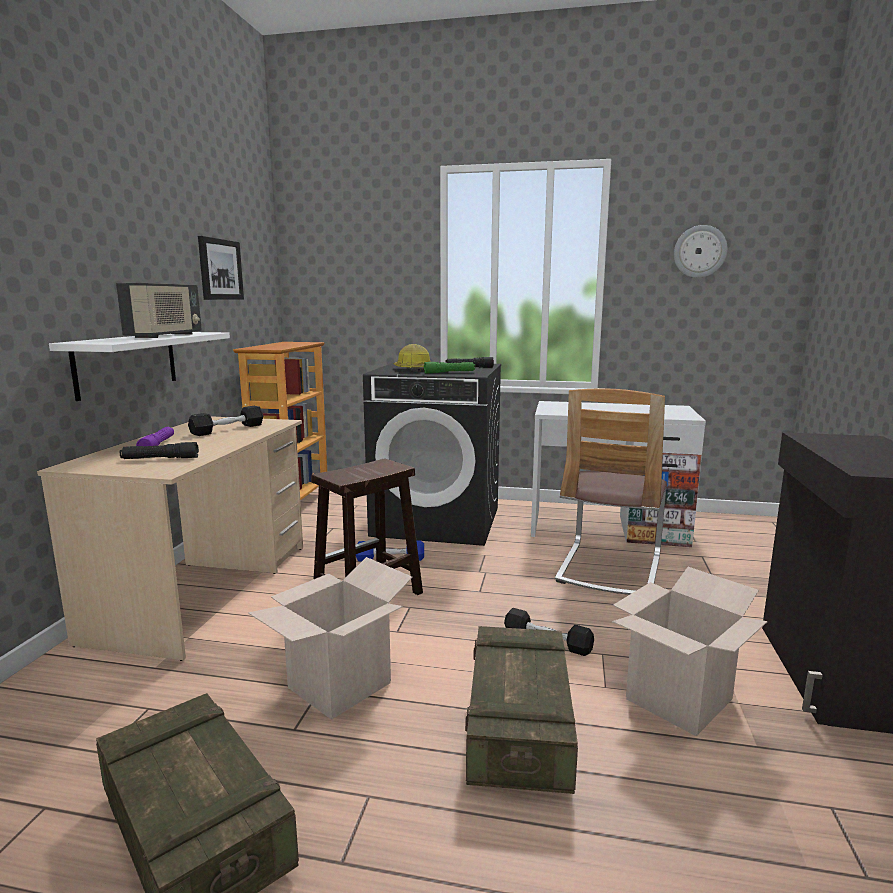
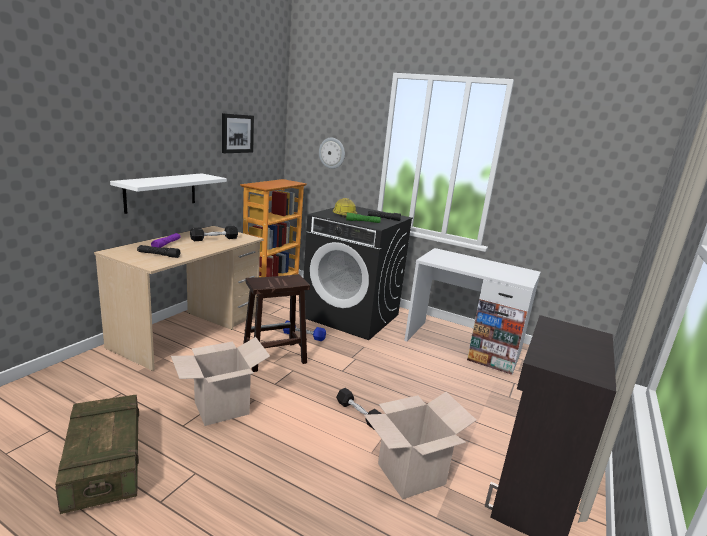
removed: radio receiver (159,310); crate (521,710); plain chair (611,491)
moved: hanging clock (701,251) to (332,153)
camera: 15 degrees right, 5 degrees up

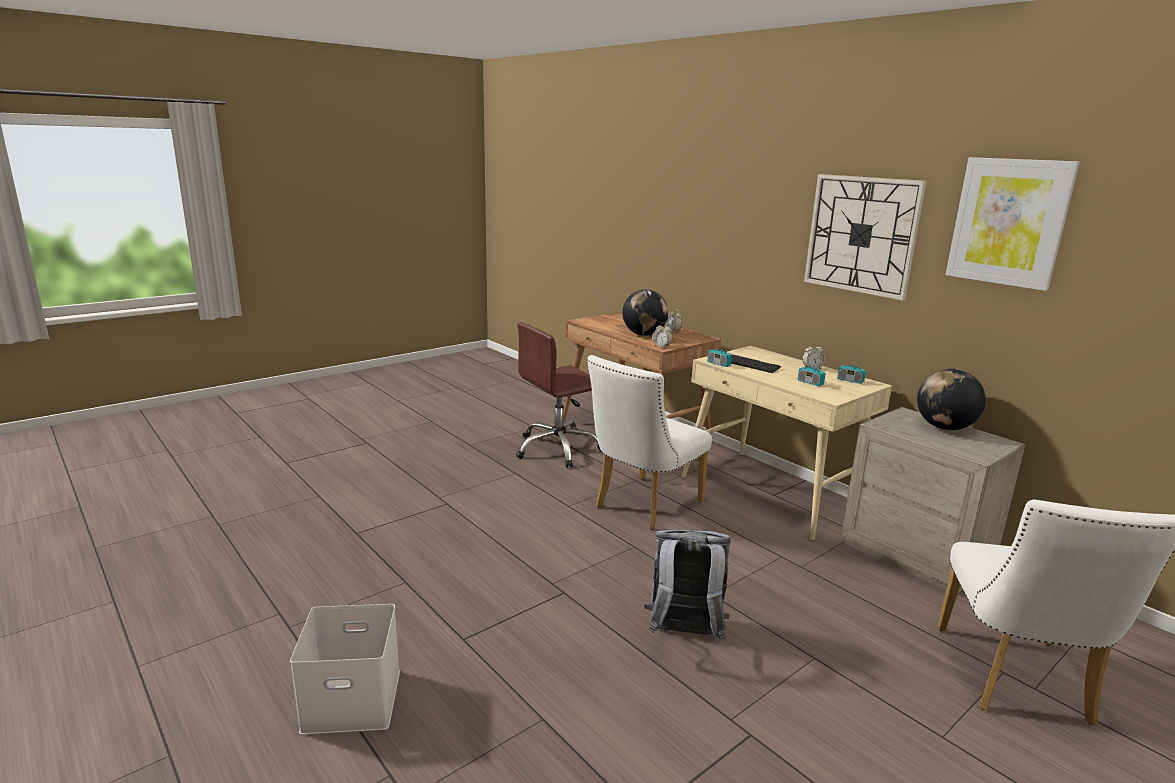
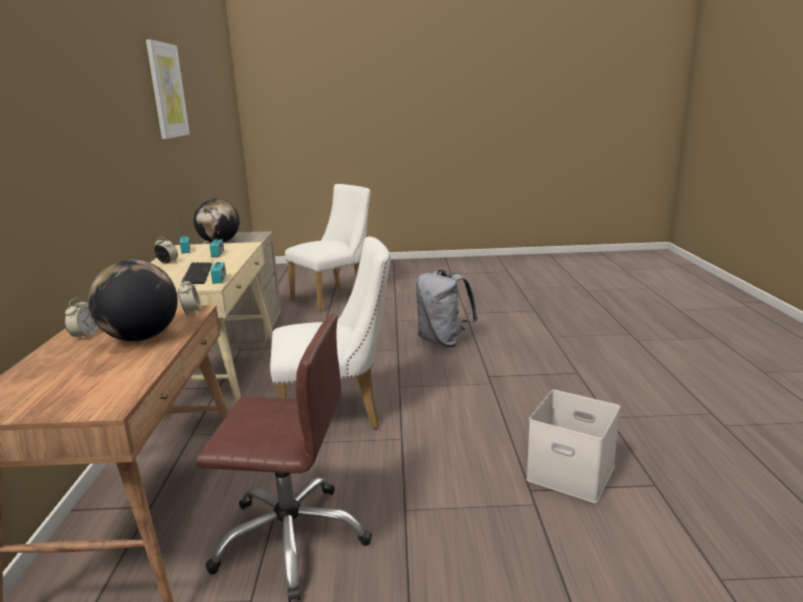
removed: hanging clock (865,237)
moved: storage container/white-coloured (345,669) to (573,446)
camera: 140 degrees left, 0 degrees up

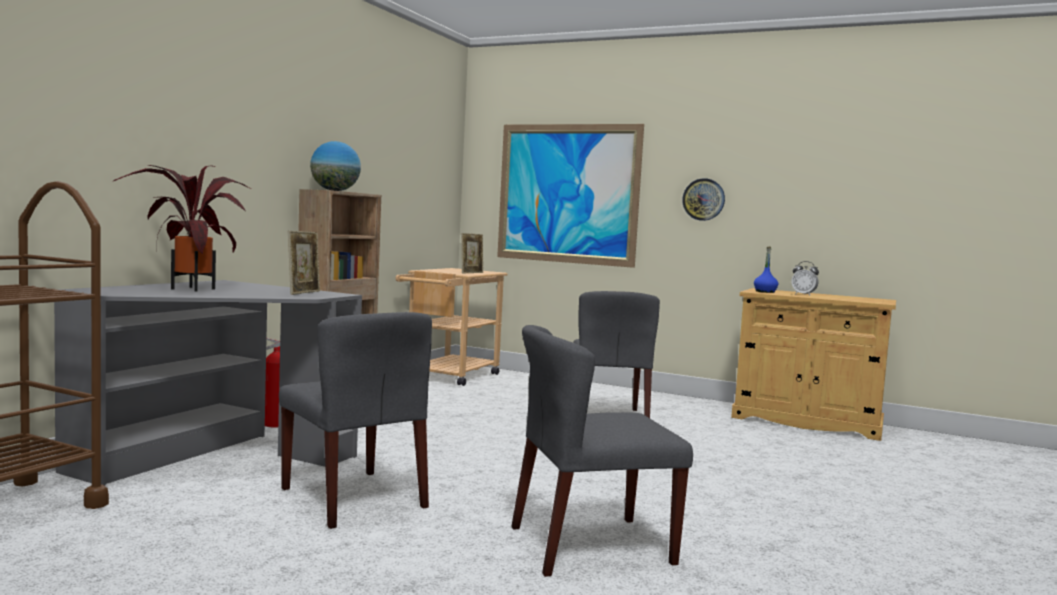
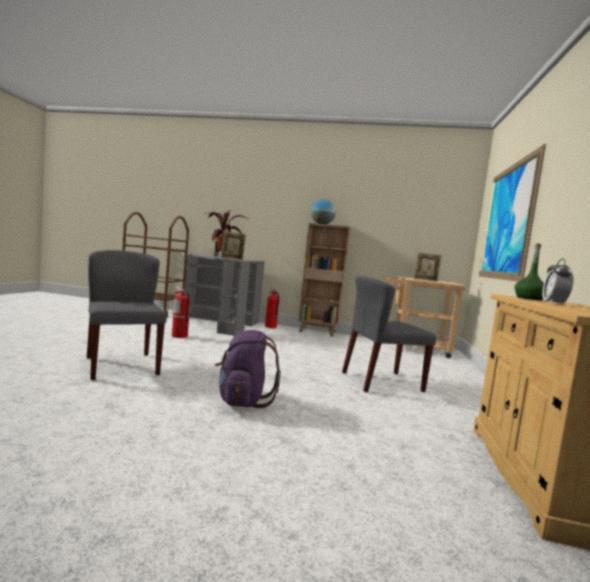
removed: hanging clock (703,199)
added: knapsack/purple-coloured (248,369)
replaced: plain chair/greyish (355,420) to fire extinguisher (181,312)
recoloured: drink bottle/bluish (766,270) to drink bottle/greenish (529,271)
camera: 75 degrees right, 0 degrees up

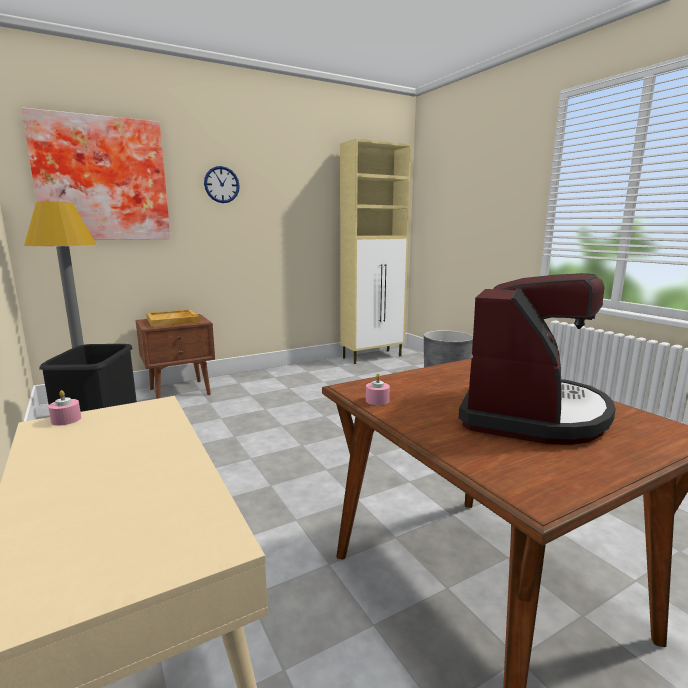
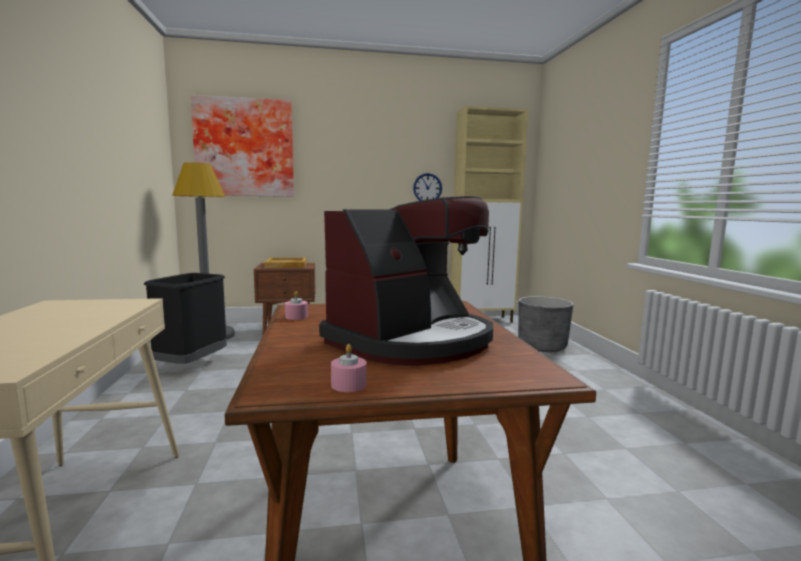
moved: candle/pinkish (64,407) to (349,368); hanging clock (222,184) to (427,187)
camera: 20 degrees right, 5 degrees down

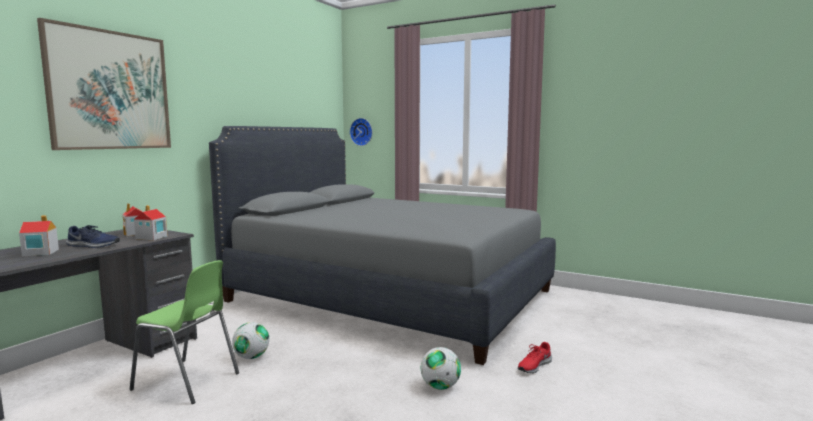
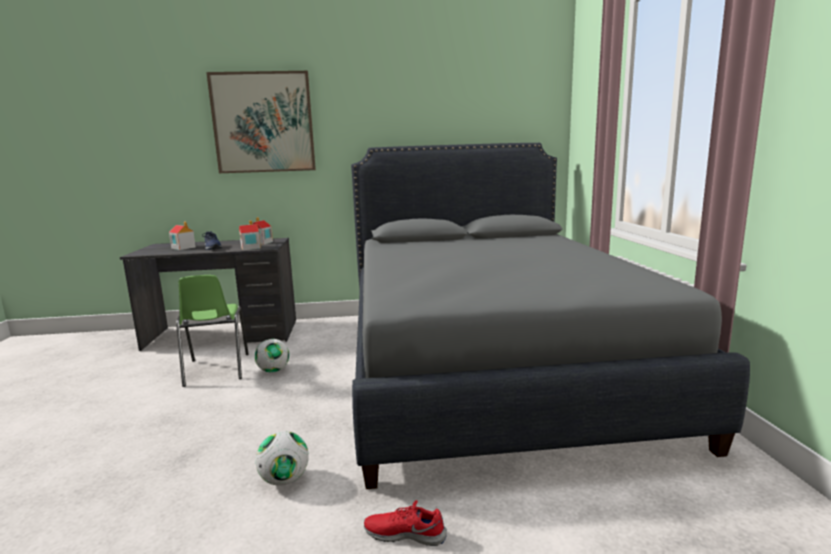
removed: hanging clock (361,132)
camera: 55 degrees right, 5 degrees up

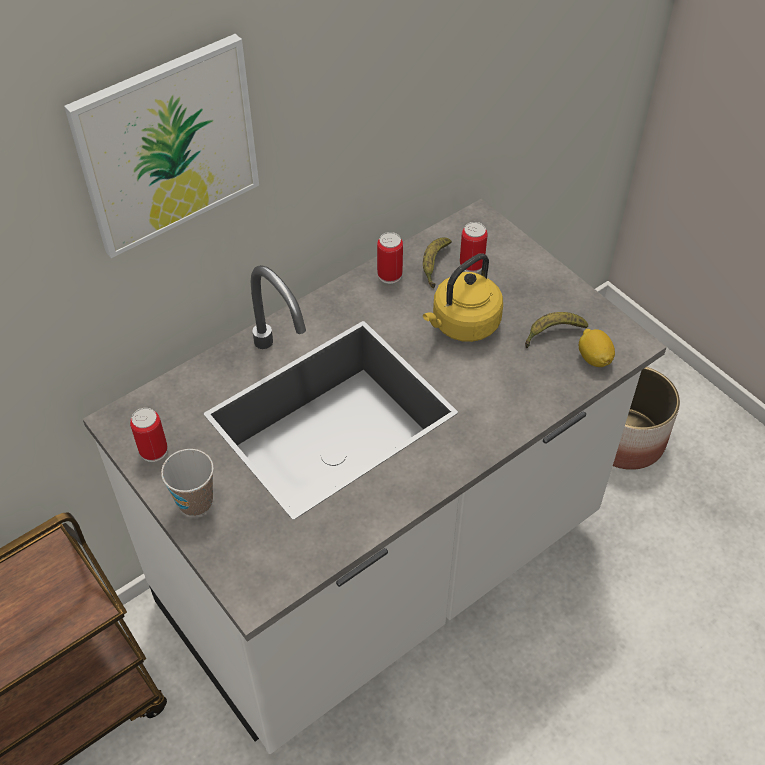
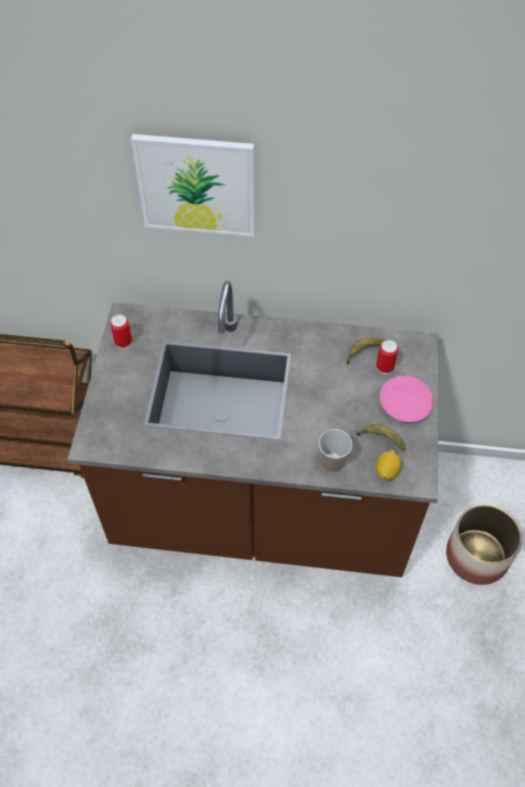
removed: metal can (390,258); kettle/yellowish (463,297)
added: flat dish/pinkish (407,399)
moved: cup (187,482) to (335,450)
recoloured: kitchen base unit/white-coloured (375,476) to kitchen base unit/brownish (253,429)
camera: 45 degrees right, 5 degrees up

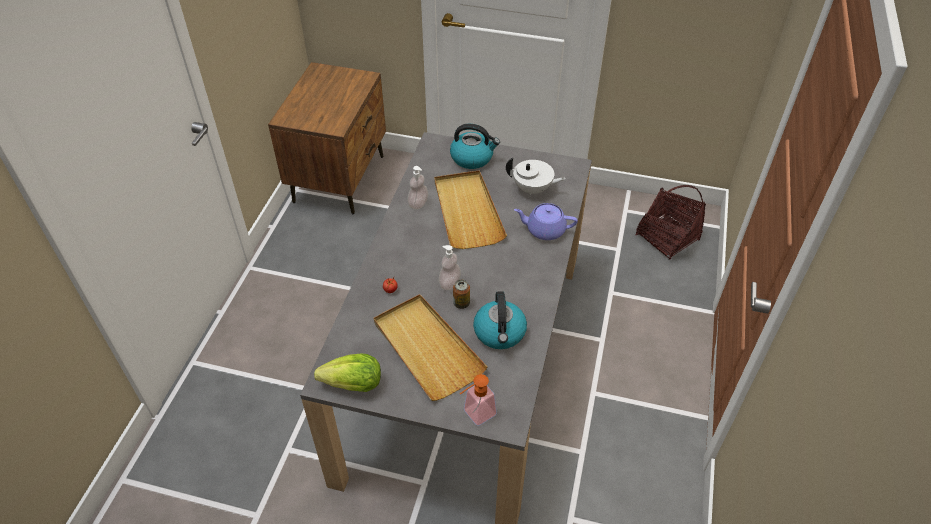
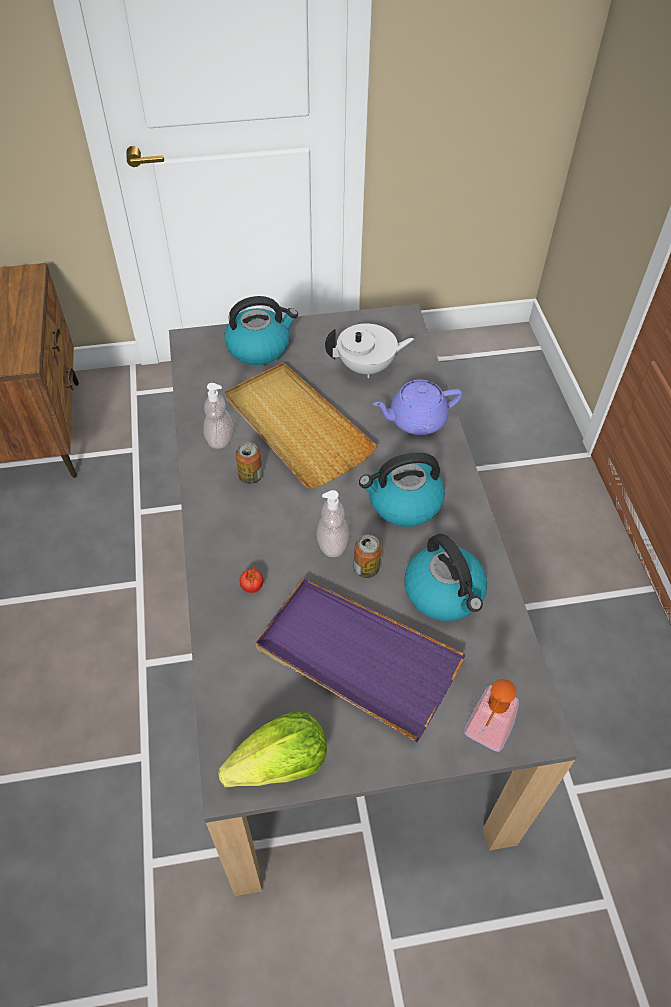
removed: basket (670,222)
added: metal can (249,463); kettle (402,489)
recoloured: carrying tray/beige-coloured (430,347) to carrying tray/purple-coloured (361,660)
camera: 25 degrees left, 5 degrees up

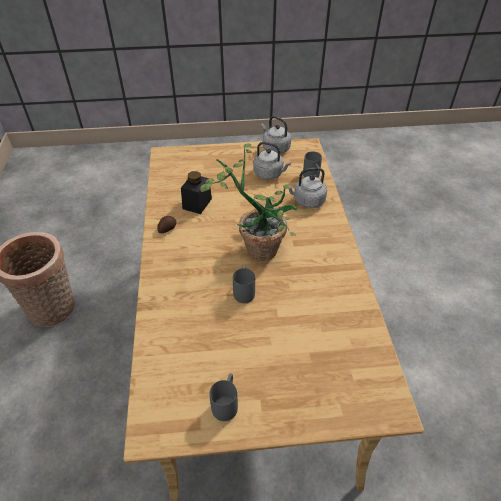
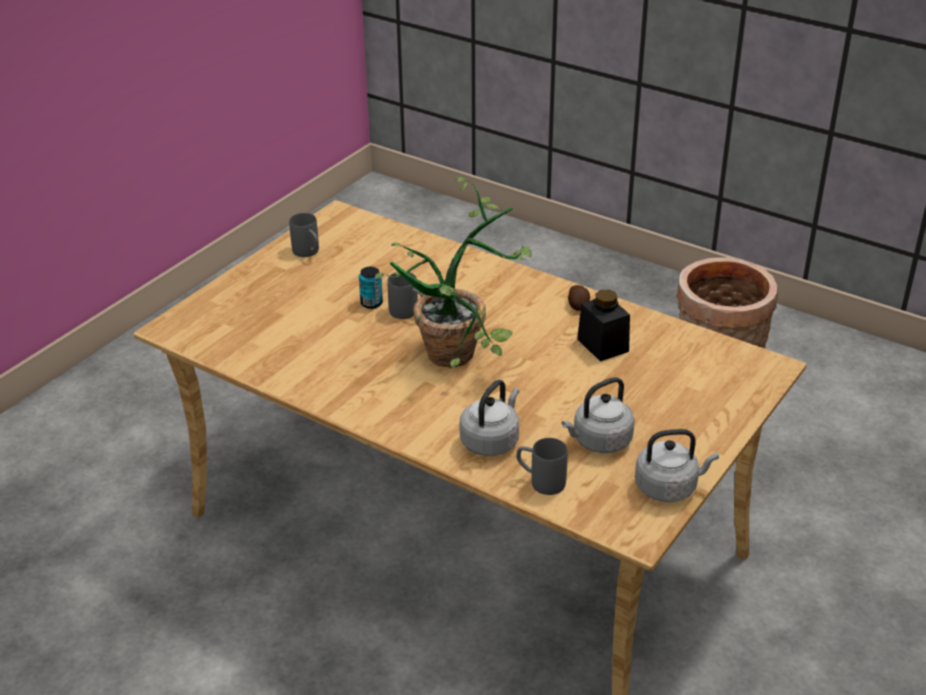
added: metal can (371,288)
camera: 130 degrees right, 10 degrees down

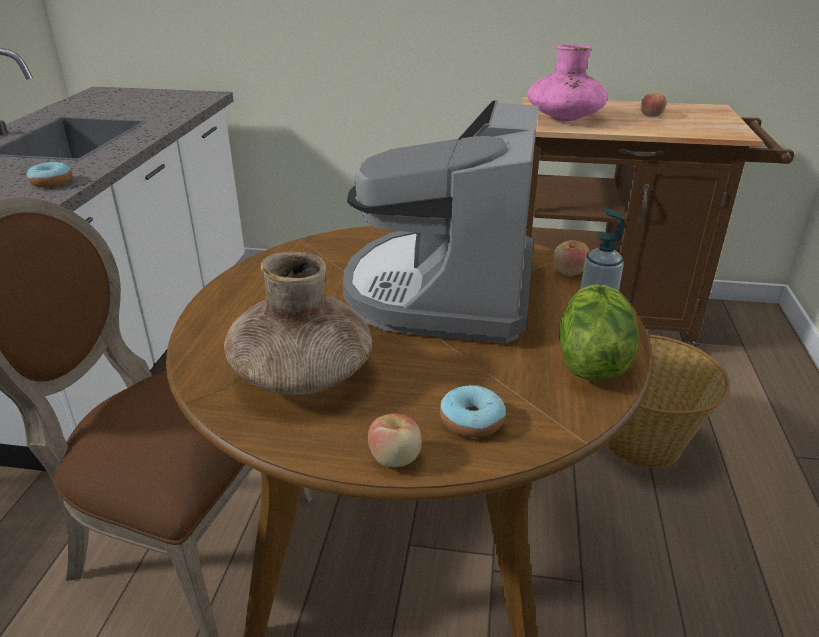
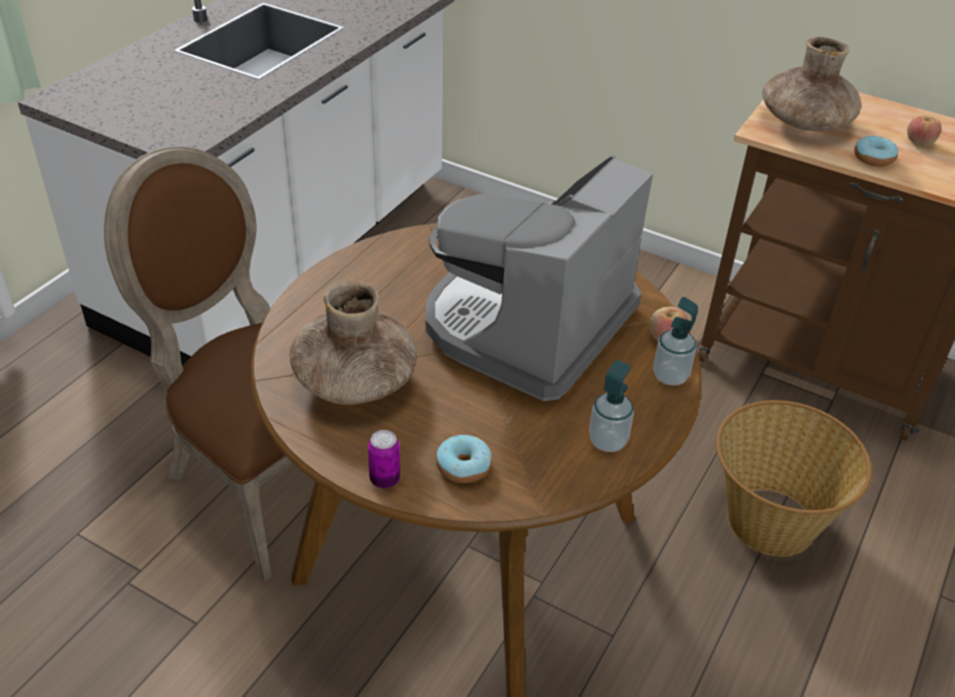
moved: ring doughnut (49,175) to (876,151)
replaced: apple fruit (395,440) to metal can (384,459); head of lettuce (599,333) to soap bottle (611,406)
recoloured: flower vase/pinkish (567,82) to flower vase/brownish (811,84)
camera: 20 degrees right, 10 degrees up

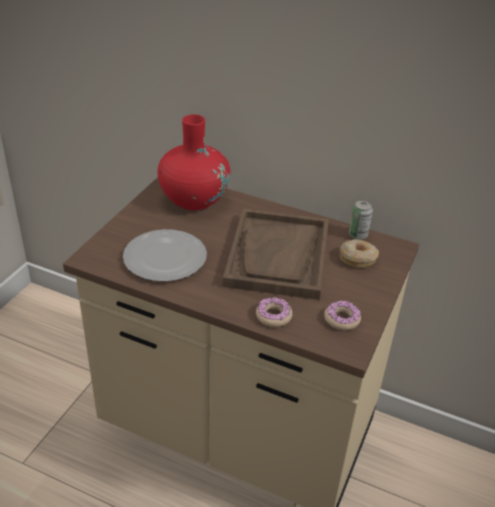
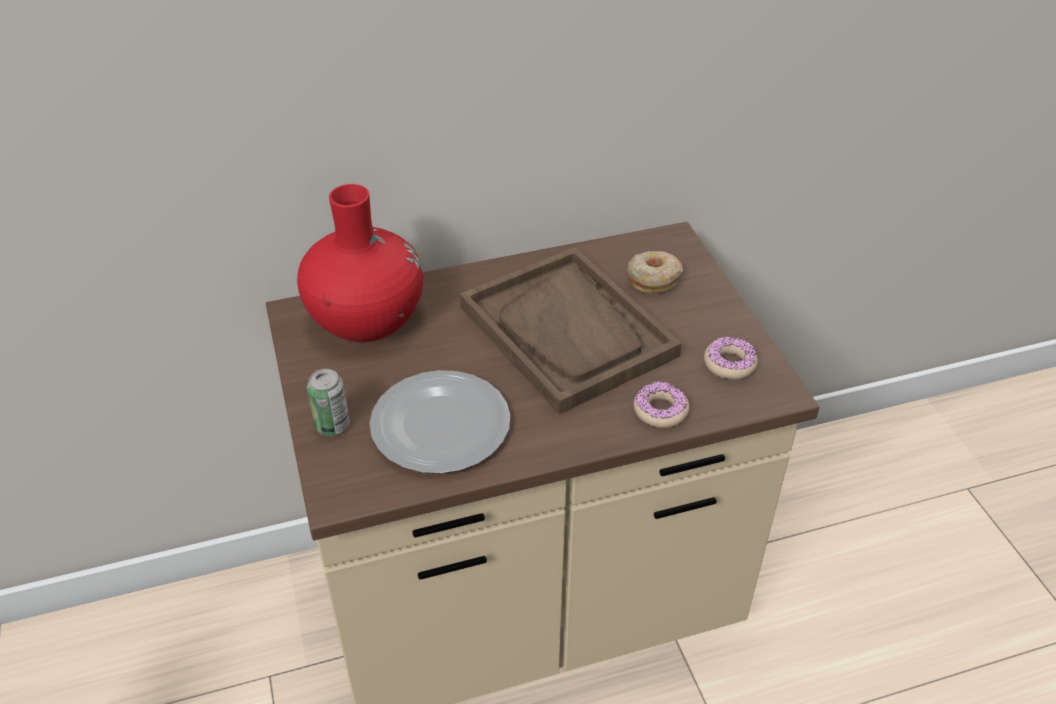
moved: metal can (361,220) to (328,402)
camera: 40 degrees left, 5 degrees up

